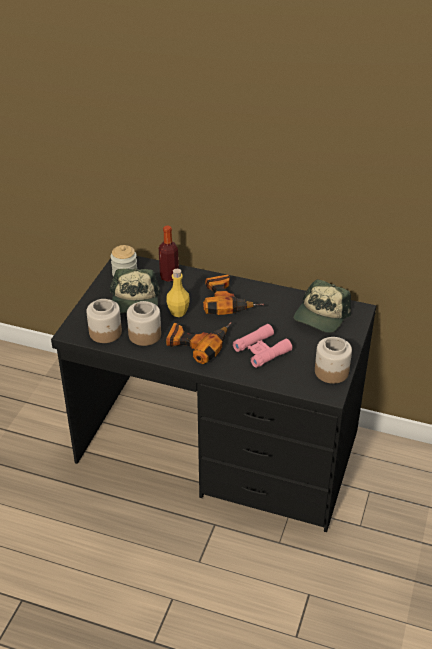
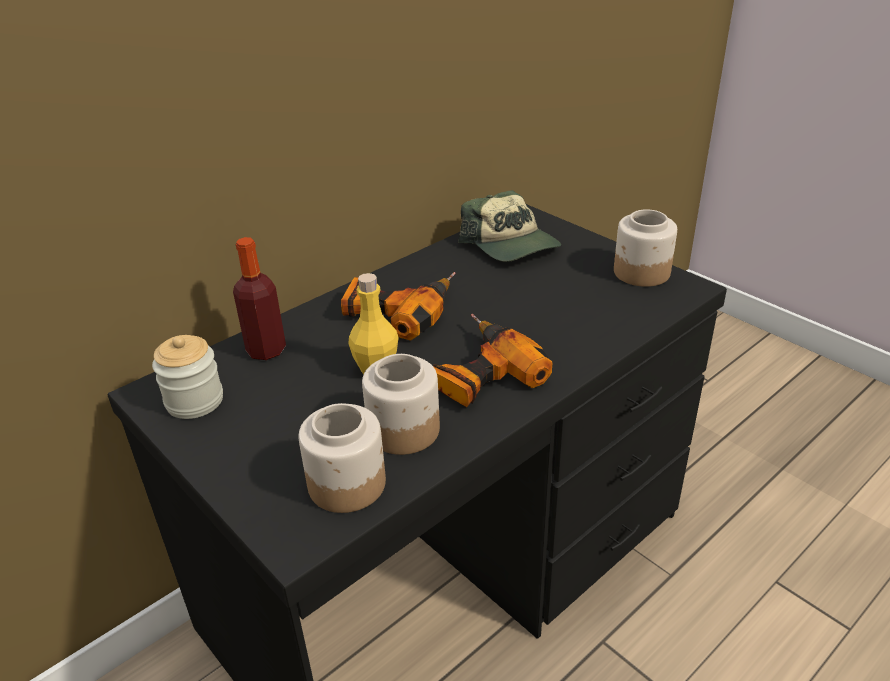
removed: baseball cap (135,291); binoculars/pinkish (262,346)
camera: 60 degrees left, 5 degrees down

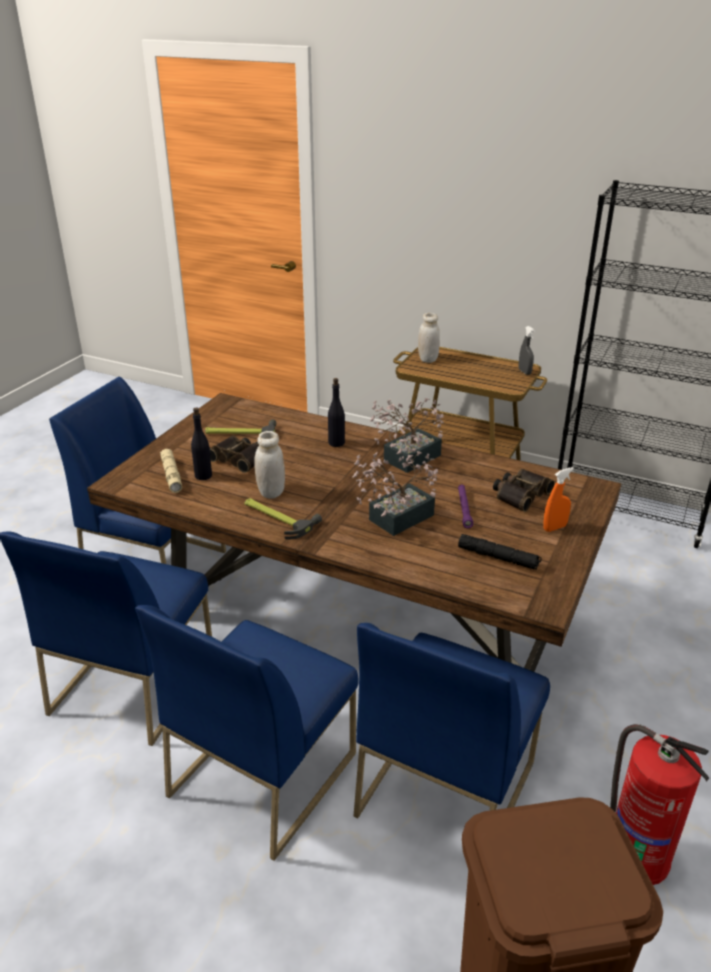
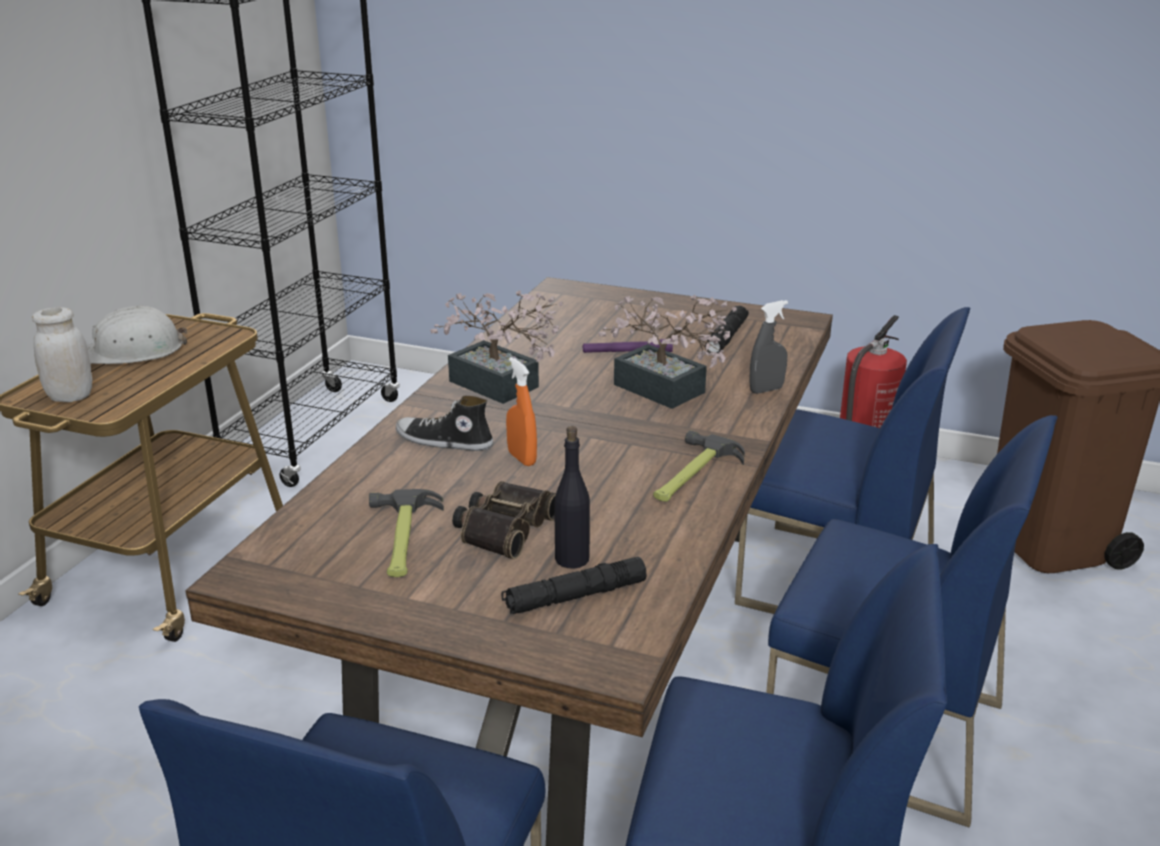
removed: storage jar/white-coloured (269,465); binoculars (524,490)
added: work helmet/white-coloured (137,334)
moved: hand sprayer/greyish (527,350) to (768,347); hand sprayer/orange (558,499) to (521,411)
replaced: drink bottle/black-coloured (336,412) to low shoe (445,423)
recoloured: torch/beige-coloured (171,471) to torch/black-coloured (574,585)
camera: 95 degrees left, 5 degrees down

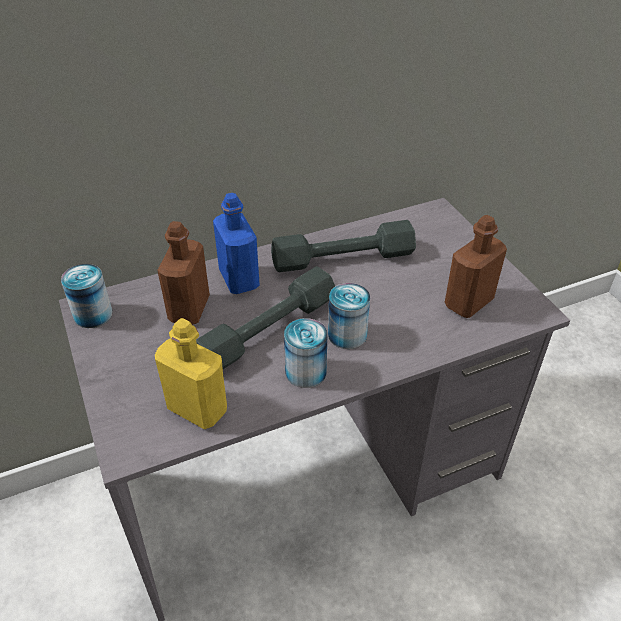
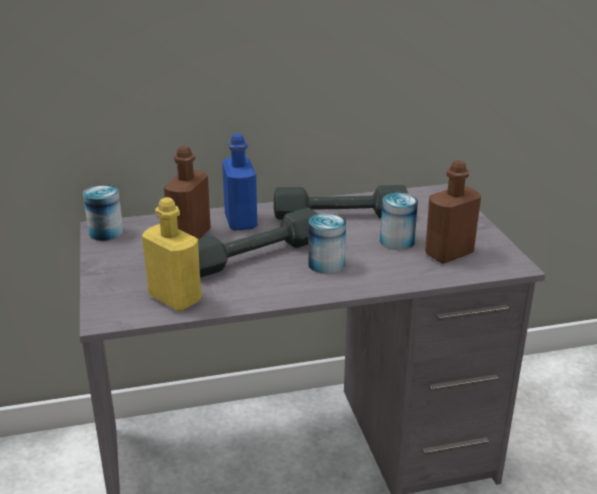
moved: metal can (305,353) to (399,221)
camera: 10 degrees right, 15 degrees down

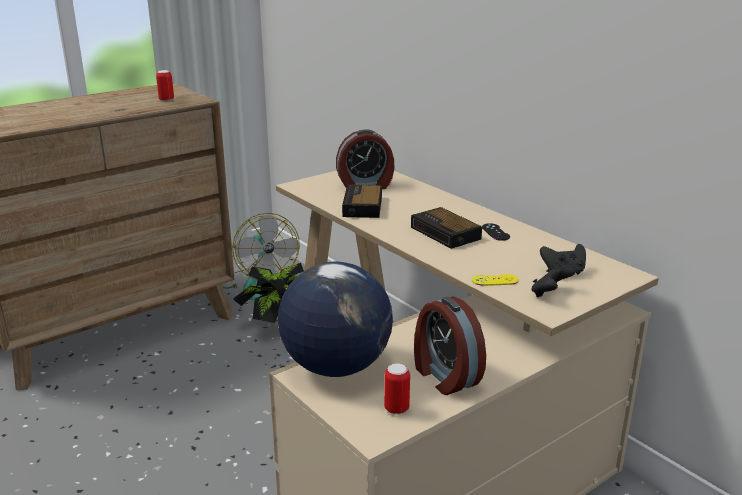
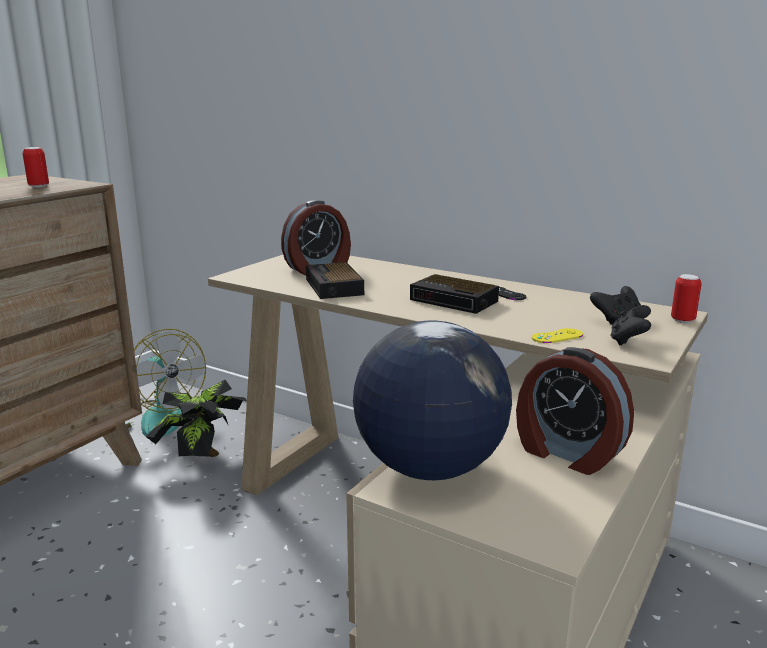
moved: metal can (397,389) to (686,298)
camera: 20 degrees left, 5 degrees down

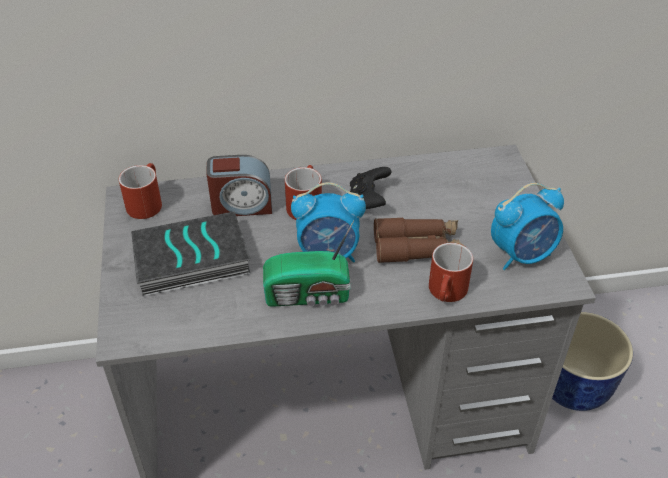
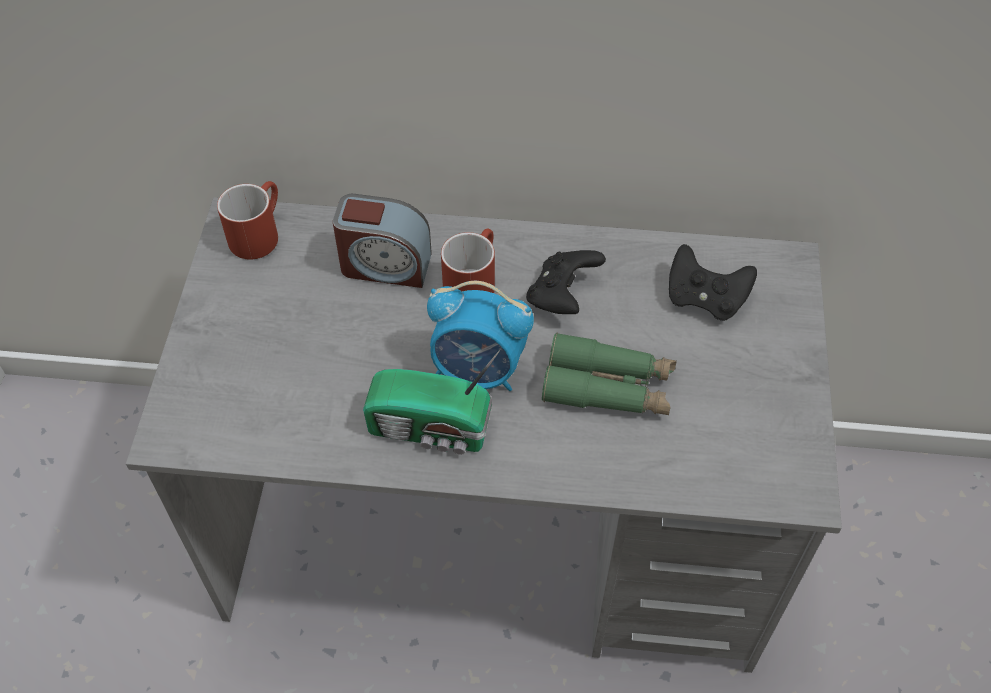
removed: book (191,253); tea mug/reddish (451,272); alarm clock (527,226); plant pot (592,361)
added: game controller/black-coloured (713,282)
recoloured: binoculars/brownish (419,240) to binoculars/greenish (609,373)
camera: 15 degrees right, 10 degrees up

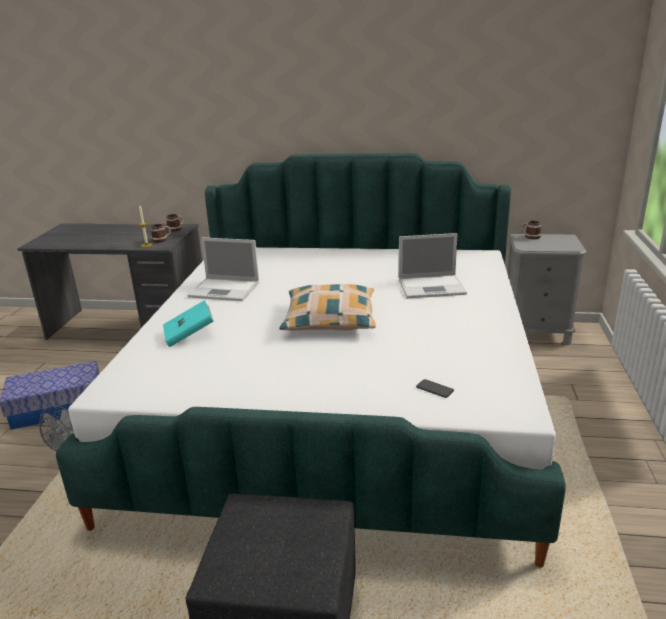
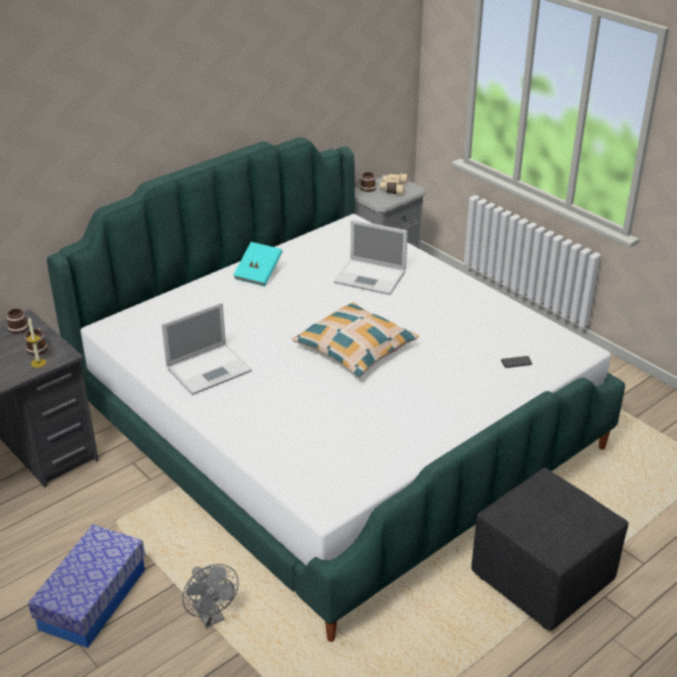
added: binoculars/beige-coloured (394,183)
moved: book/turquoise (188,323) to (257,264)
turned: portable computer (433,265) = (371,257) 75 degrees clockwise
camera: 50 degrees left, 10 degrees up

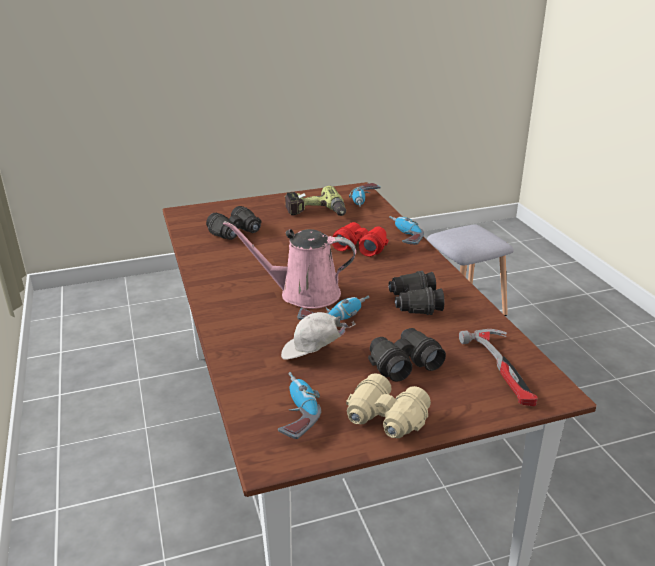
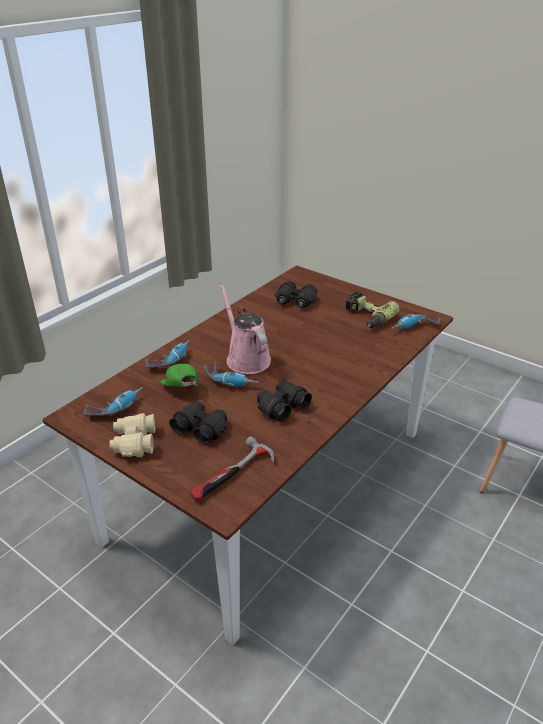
removed: binoculars/reddish (360,239)
moved: power drill (406,230) to (168,354)
recoloured: baseball cap/white-coloured (318,336) to baseball cap/greenish (179,375)
camera: 55 degrees right, 5 degrees up

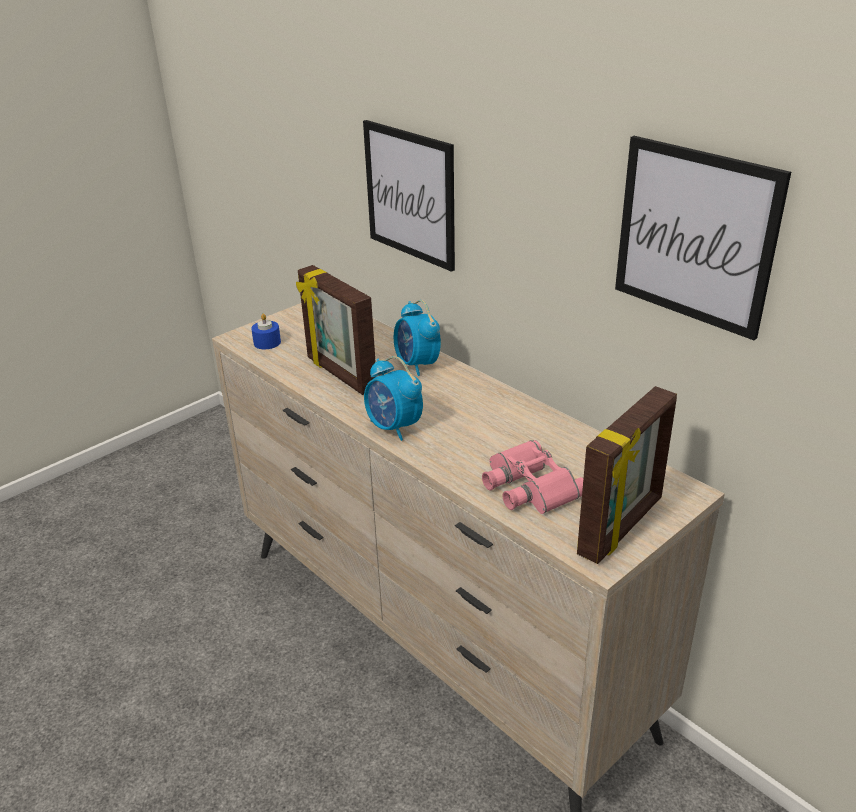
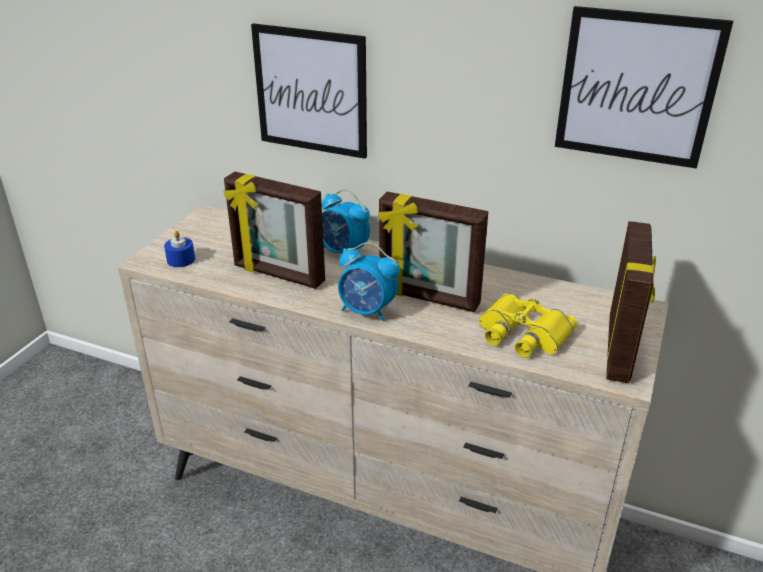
added: picture frame (433,252)
recoloured: binoculars/pinkish (532,477) to binoculars/yellowish (528,325)
camera: 25 degrees left, 0 degrees up

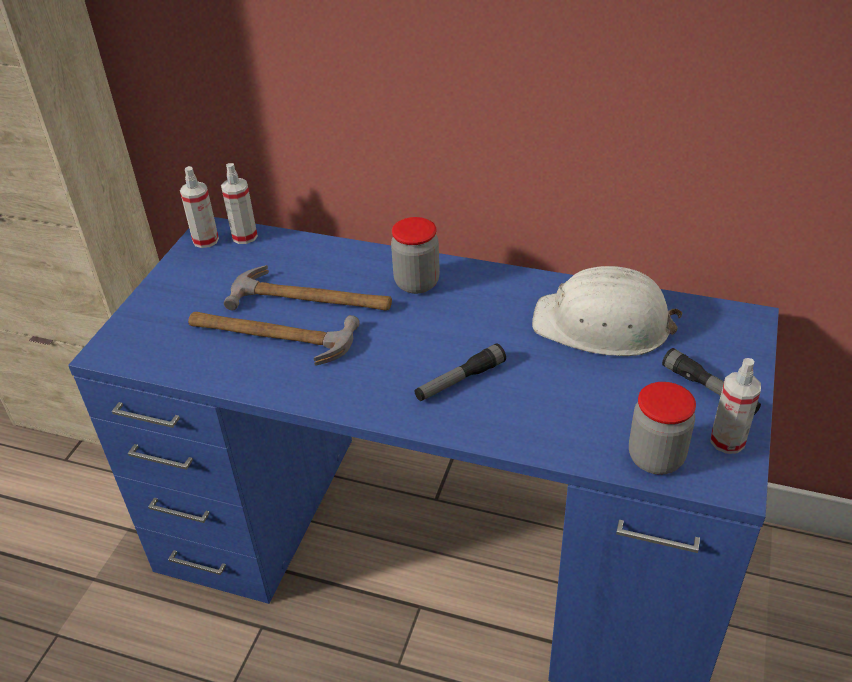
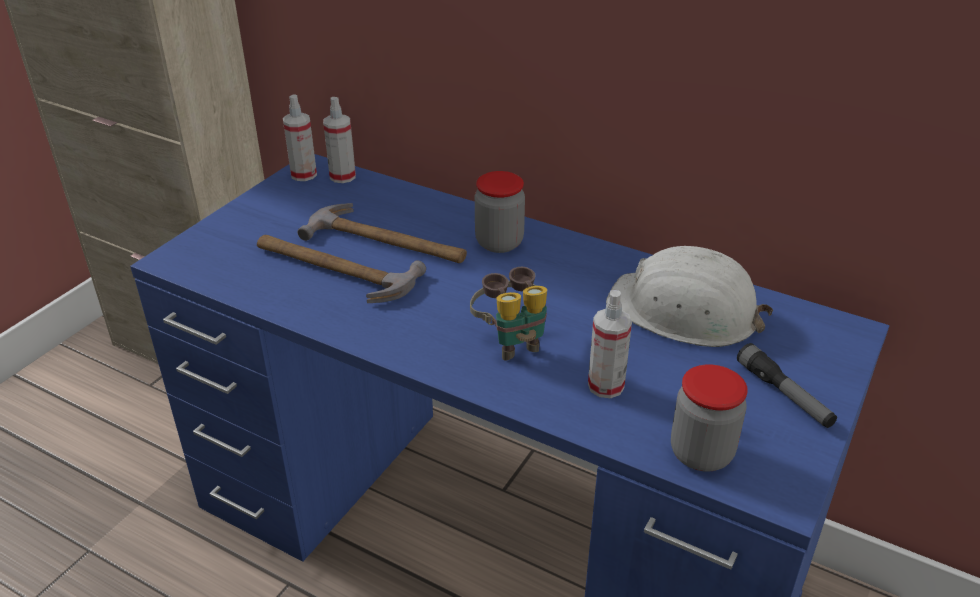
moved: hand sprayer (735,406) to (610,344)
replaced: torch (460,372) to binoculars (508,313)
camera: 10 degrees right, 5 degrees down

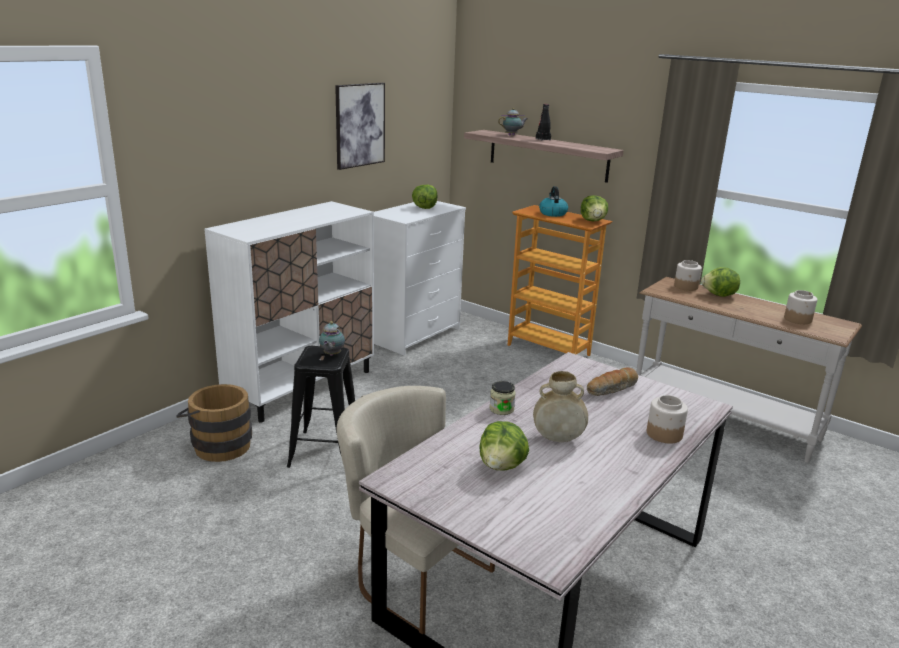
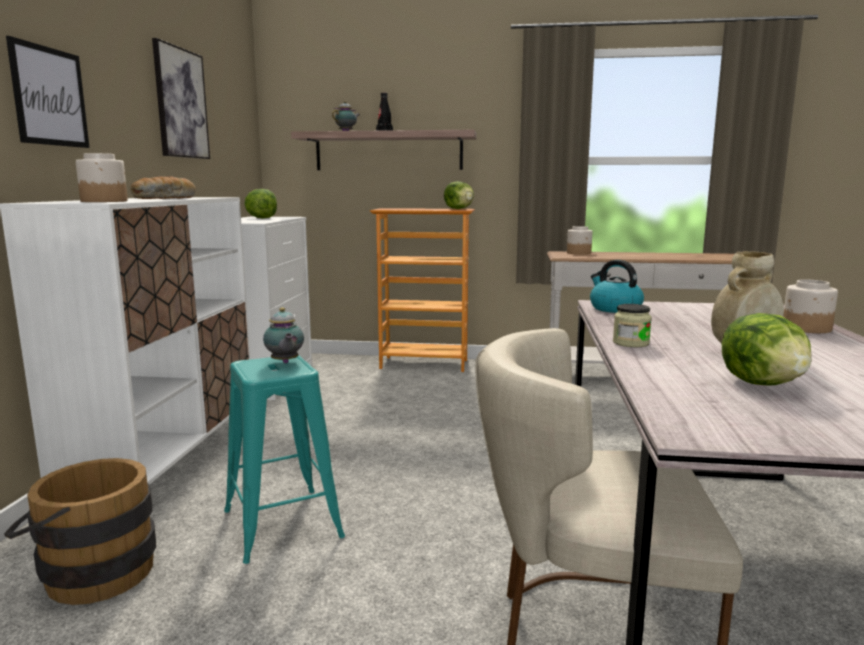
removed: head of lettuce (720,282)
added: wall picture (47,92)
moved: kettle (553,201) to (617,286); baked bread (612,381) to (163,187); storage jar (800,307) to (102,177)
recoloured: stool/black-coloured (321,407) to stool/turquoise (284,459)
camera: 30 degrees left, 10 degrees down

